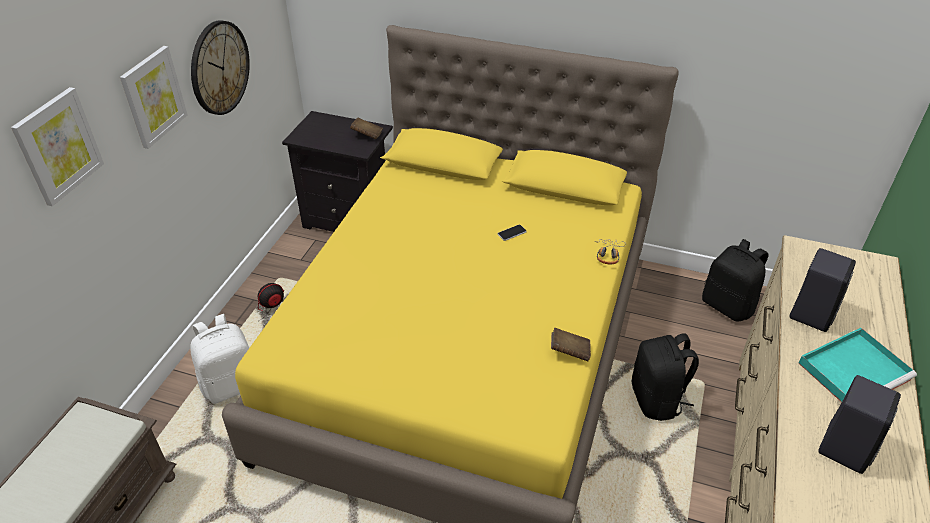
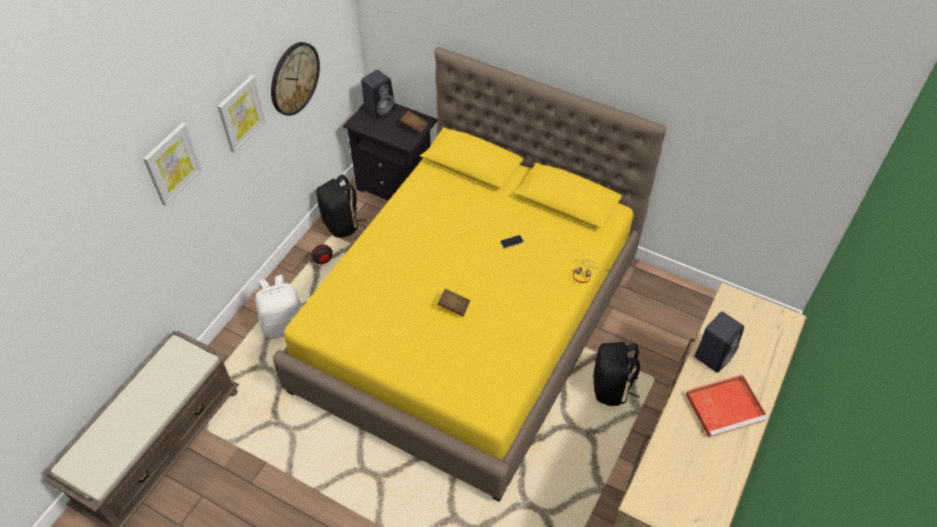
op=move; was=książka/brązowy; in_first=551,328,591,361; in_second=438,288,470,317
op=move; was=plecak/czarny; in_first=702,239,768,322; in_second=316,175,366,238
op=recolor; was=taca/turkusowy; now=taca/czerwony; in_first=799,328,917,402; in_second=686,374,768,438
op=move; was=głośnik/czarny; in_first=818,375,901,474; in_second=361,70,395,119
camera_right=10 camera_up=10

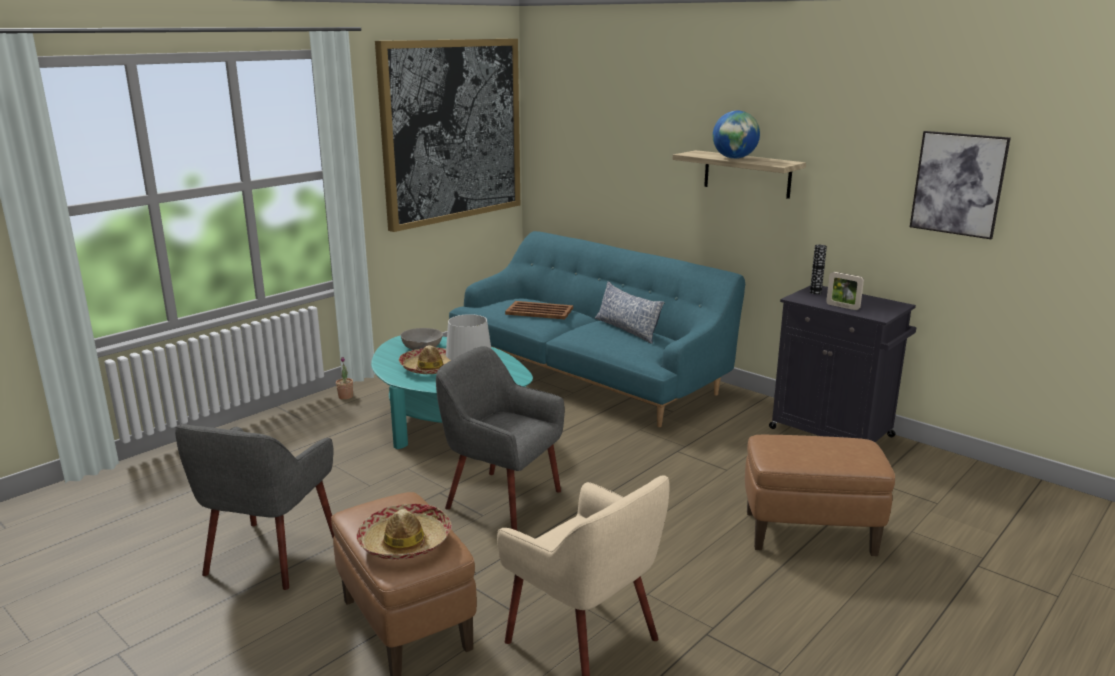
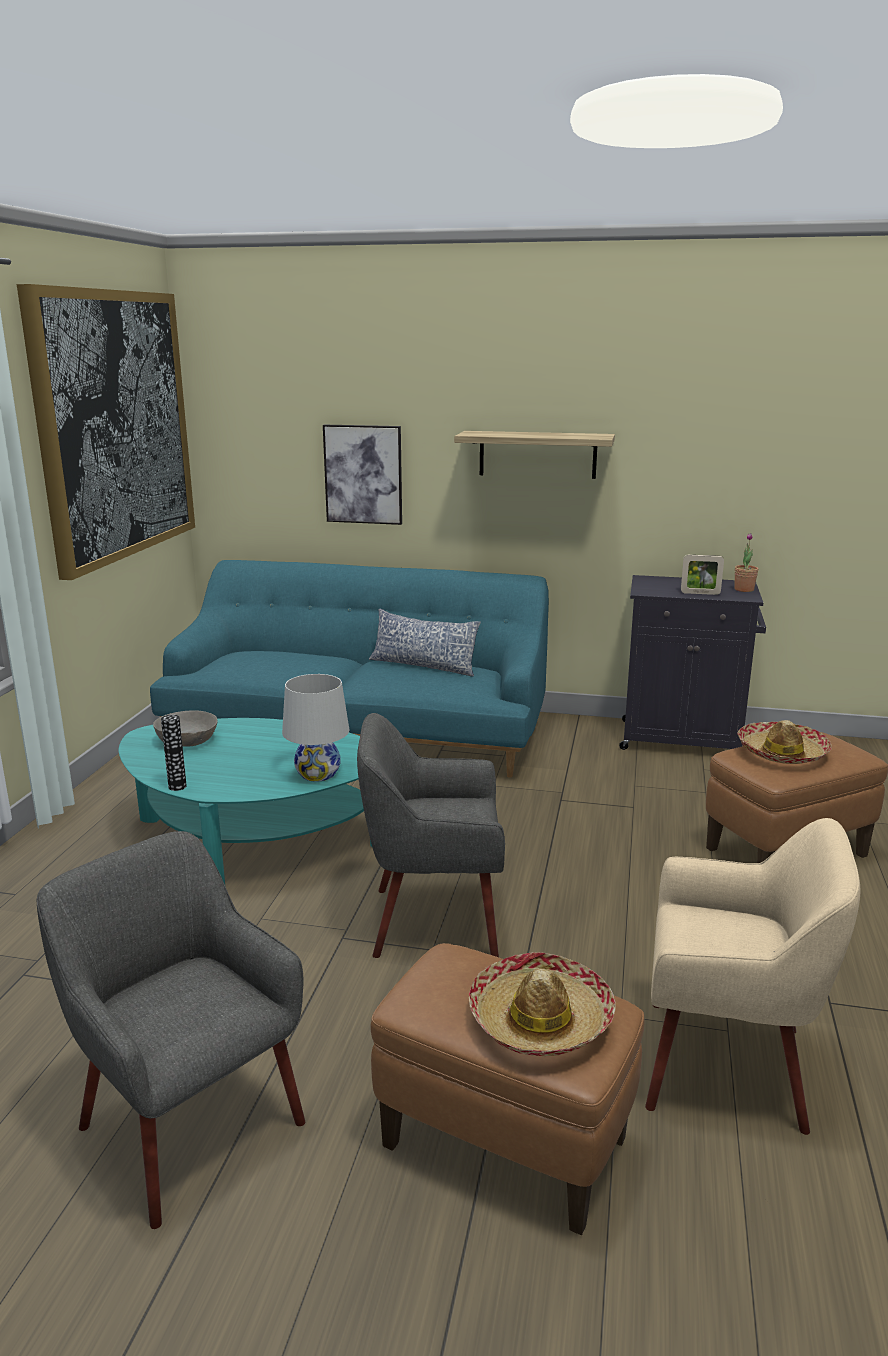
op=rotate; was=fotel/szary; in_first=175,424,334,590; in_second=37,831,305,1229; clockwise=150
op=move; was=roślina doniczkowa; in_first=336,357,353,400; in_second=735,533,758,592
op=move; was=kapelusz; in_first=399,345,451,374; in_second=738,720,832,764
op=delete; was=taca/brązowy; in_first=505,301,573,319
op=delete; was=globus; in_first=713,111,760,159
op=move; was=wazon; in_first=810,245,827,294; in_second=161,715,187,791
op=move; was=obraz; in_first=910,131,1011,239; in_second=323,425,402,525
camera_right=-30 camera_up=0

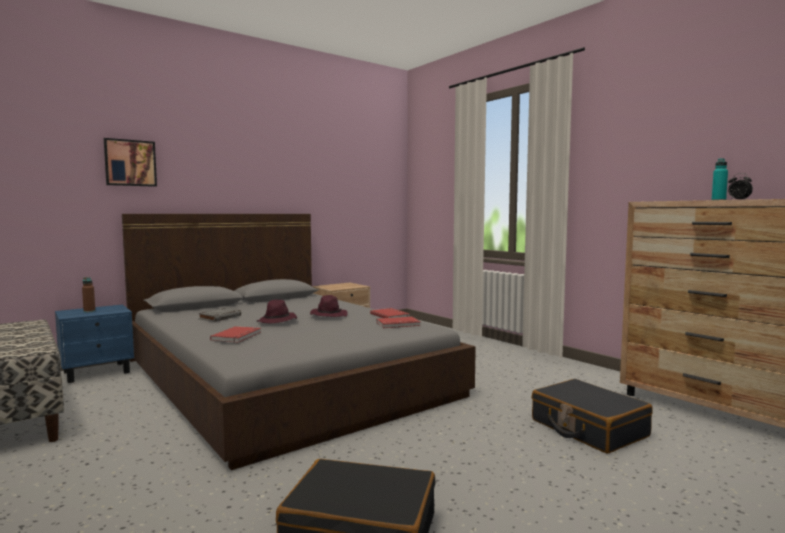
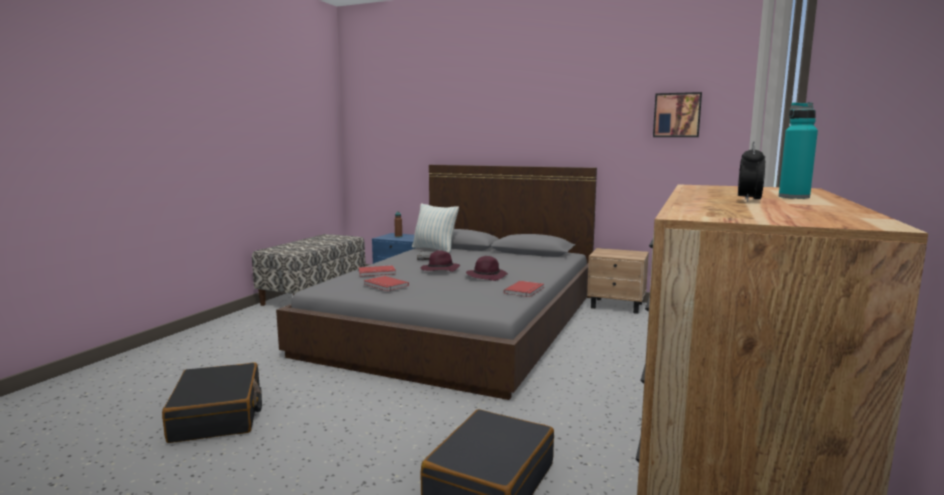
op=move; was=obraz; in_first=104,138,157,187; in_second=653,92,702,137
op=move; was=książka/czerwony; in_first=376,316,421,328; in_second=364,276,409,291
op=insert; now=poduszka; in_second=412,204,459,253
camera_right=60 camera_up=5

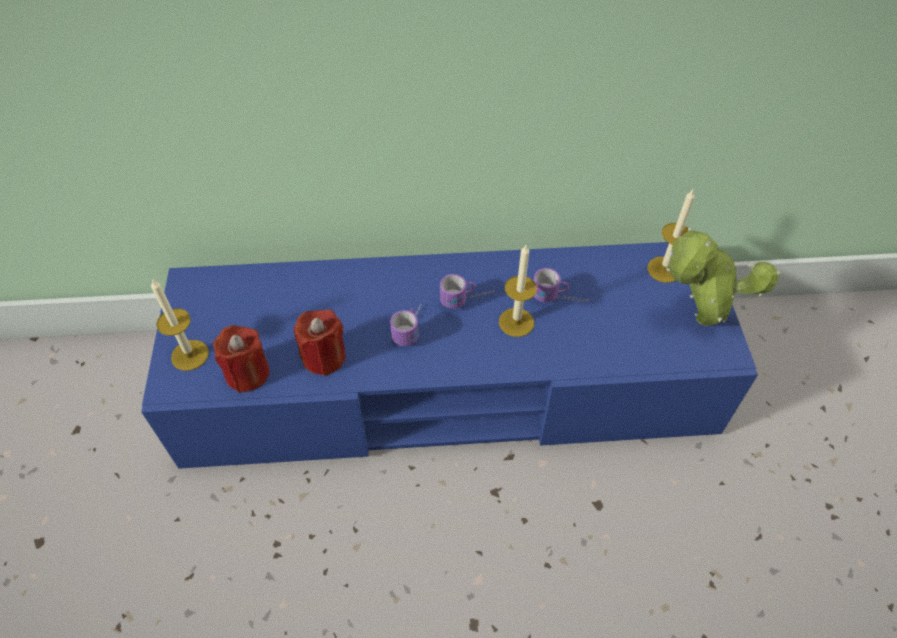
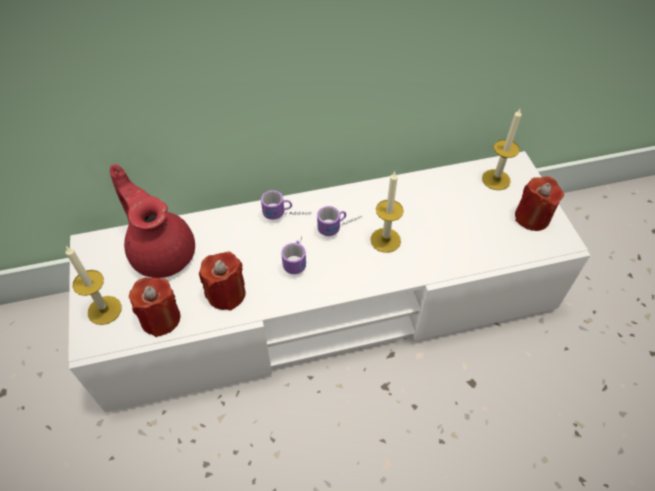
op=recolor; was=szafka pod telewizor/niebieski; now=szafka pod telewizor/biały; in_first=141,242,758,469; in_second=68,151,591,412
op=move; was=kubek; in_first=533,268,589,302; in_second=261,190,311,220
op=replace; was=roślina doniczkowa; now=świeca/czerwony; in_first=666,227,782,326; in_second=515,176,564,231
op=insert; now=imbryk/czerwony; in_second=110,164,195,278
camera_right=-10 camera_up=0

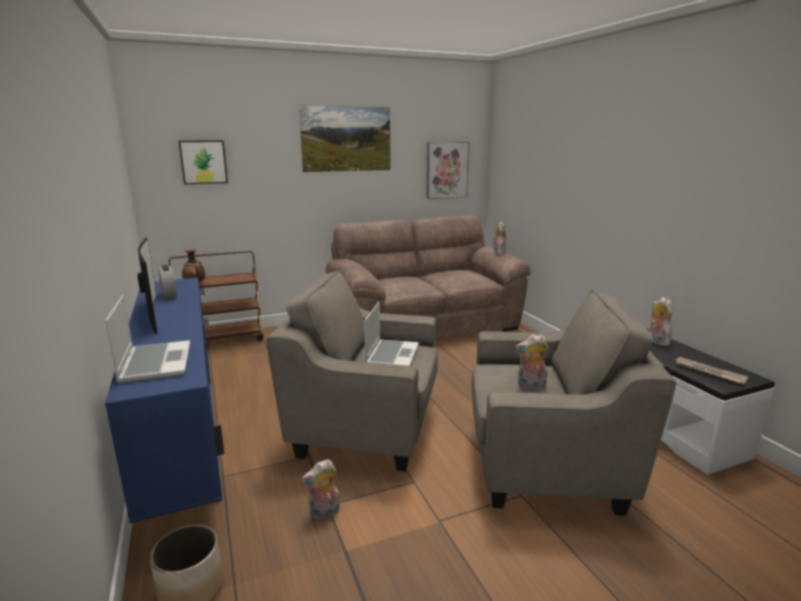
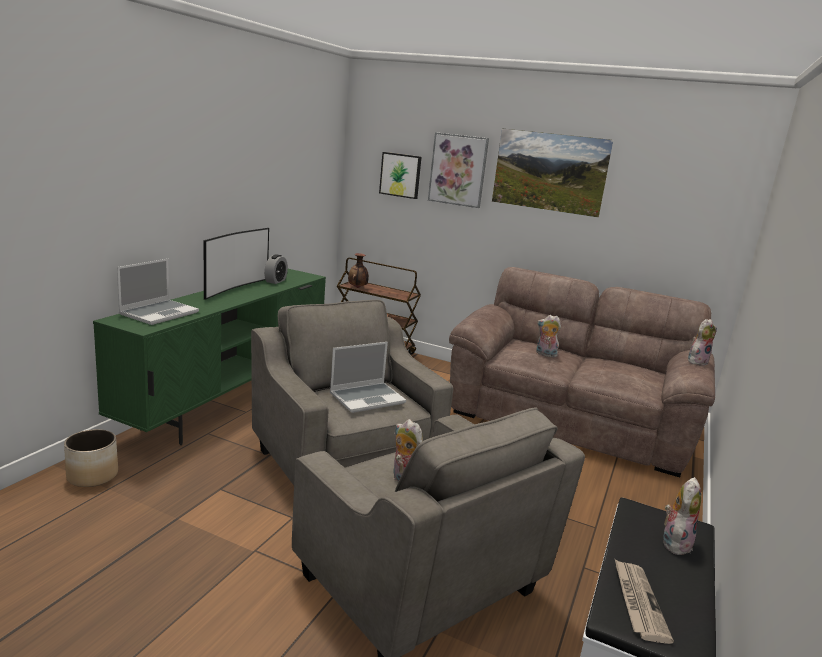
op=recolor; was=szafka pod telewizor/niebieski; now=szafka pod telewizor/zielony; in_first=105,278,224,523; in_second=93,269,326,445
op=move; was=pluszak; in_first=302,459,340,519; in_second=536,315,561,358
op=move; was=obraz; in_first=426,142,470,199; in_second=428,132,489,208
camera_right=45 camera_up=0

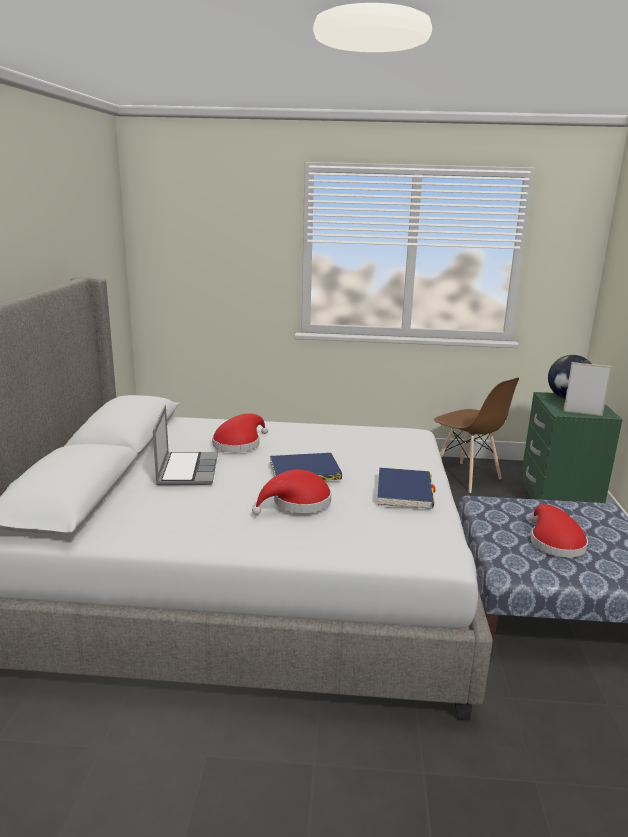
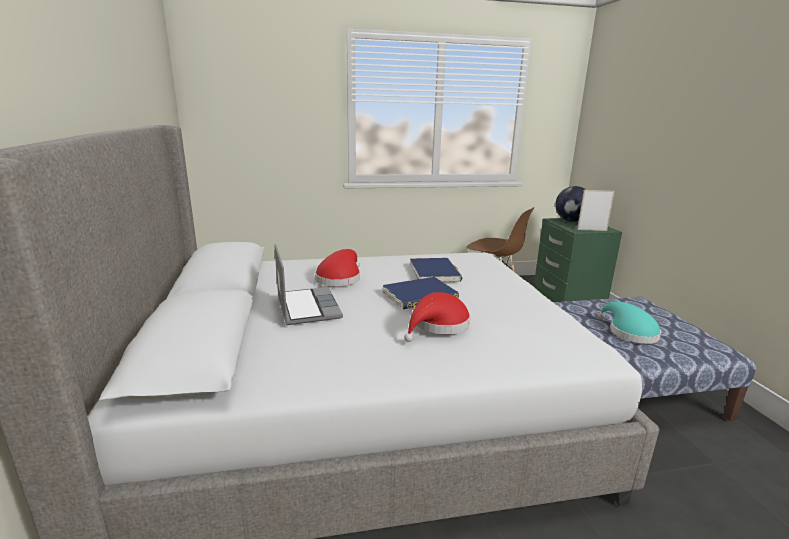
op=move; was=książka/niebieski; in_first=378,467,436,509; in_second=410,258,462,282
op=recolor; was=kapelusz/czerwony; now=kapelusz/turkusowy; in_first=530,504,588,558; in_second=598,302,661,344
camera_right=-15 camera_up=0

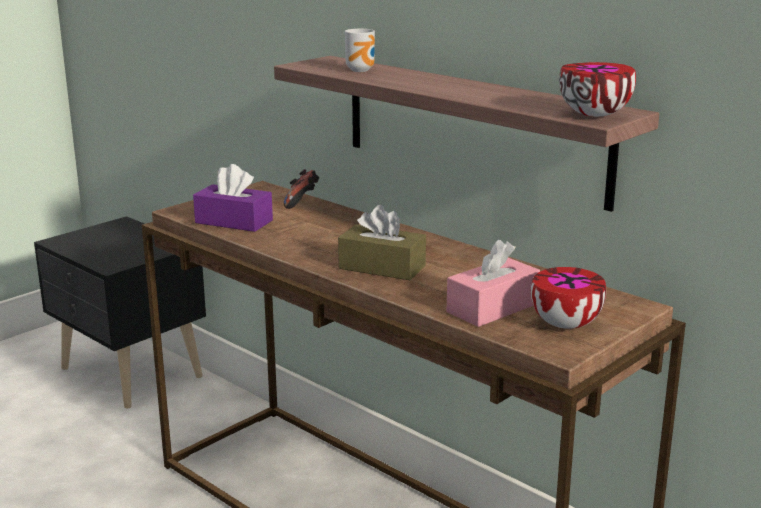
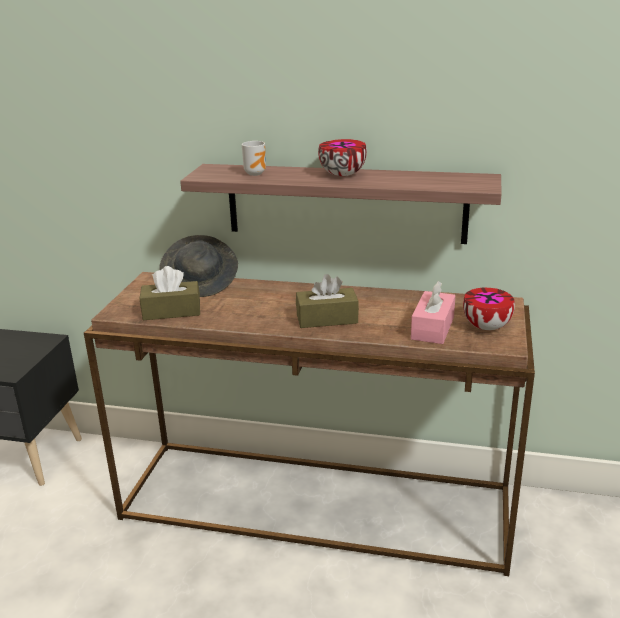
op=recolor; was=pudełko chusteczek/fioletowy; now=pudełko chusteczek/brązowy; in_first=193,164,273,232; in_second=140,266,200,320
op=replace; was=pad do gier; now=kapelusz/szary; in_first=284,169,319,209; in_second=160,235,238,297
op=move; was=miska; in_first=559,62,636,117; in_second=318,139,367,176
camera_right=-30 camera_up=5

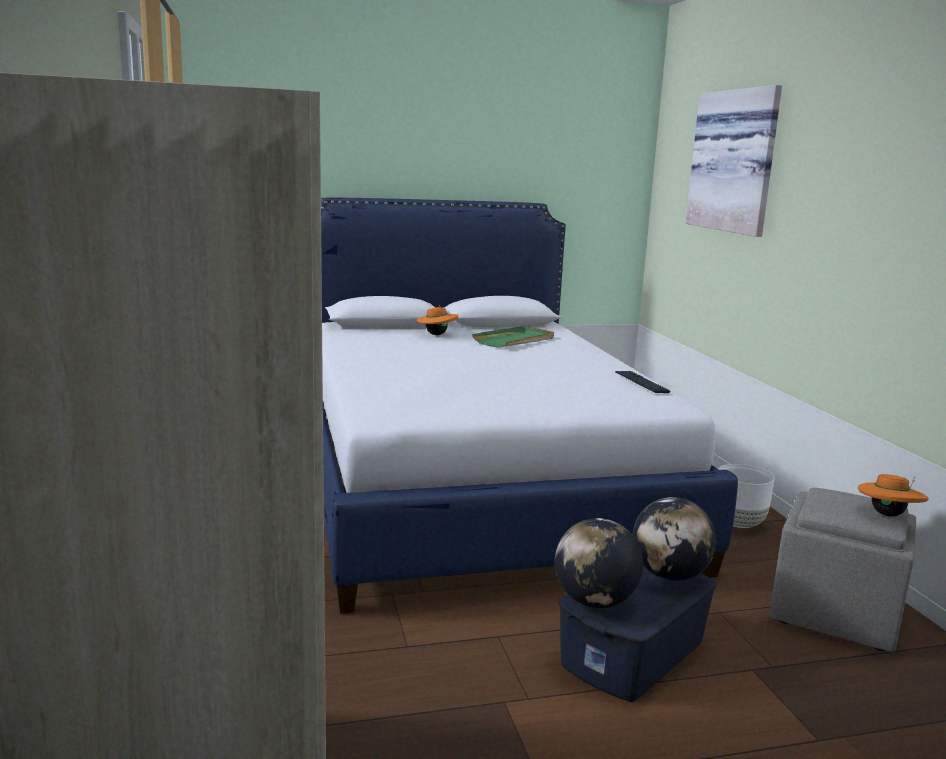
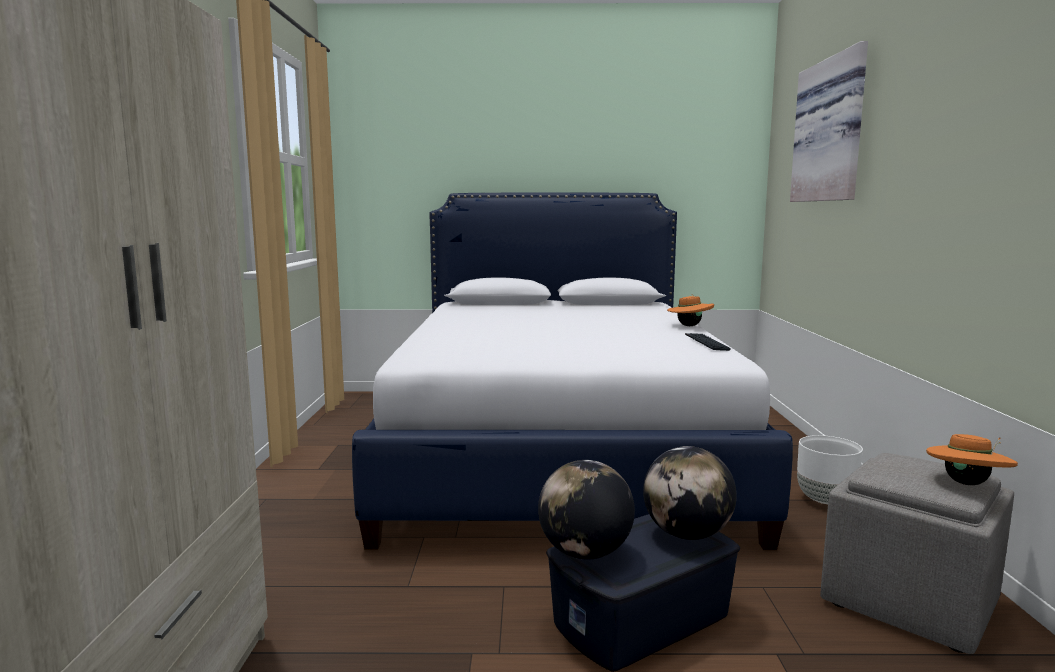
op=move; was=kapelusz/pomarańczowy; in_first=416,305,458,335; in_second=667,295,714,326
op=delete; was=taca/zielony; in_first=472,326,554,348
camera_right=15 camera_up=-5

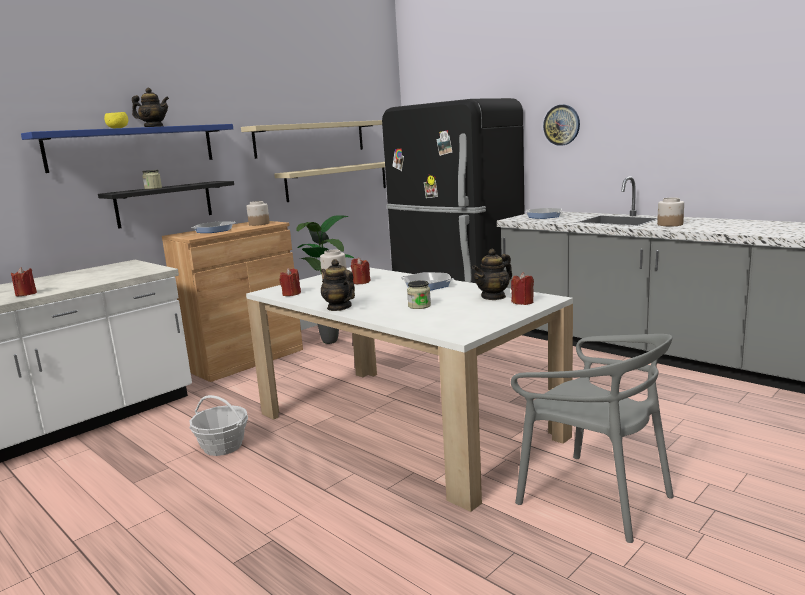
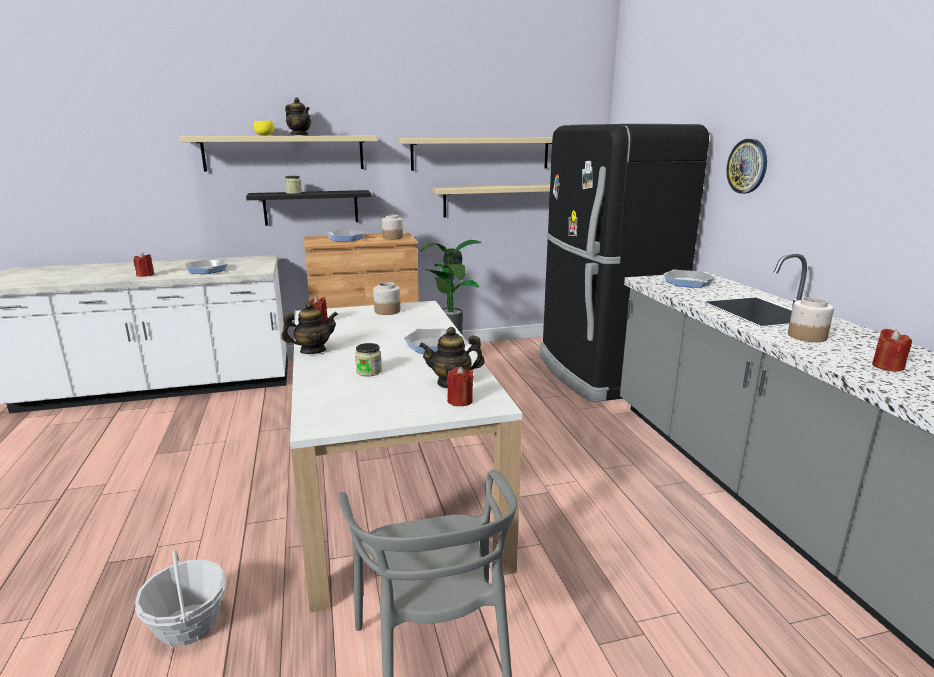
op=recolor; was=półka/niebieski; now=półka/beżowy; in_first=21,124,233,173; in_second=180,136,377,172
op=move; was=koszyk; in_first=190,395,248,456; in_second=135,550,226,646
op=rotate; was=imbryk; in_first=321,259,355,311; in_second=281,301,338,354; clockwise=75
op=move; was=świeca/czerwony; in_first=351,258,371,284; in_second=872,329,912,372
op=insert; now=patelnia; in_second=185,259,227,274
camera_right=30 camera_up=5

